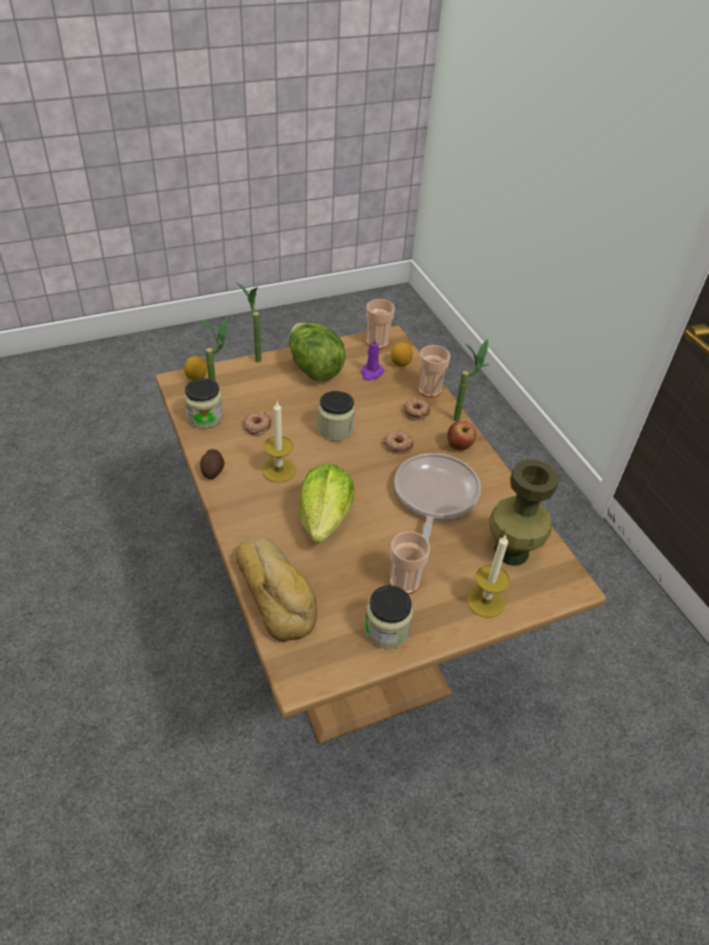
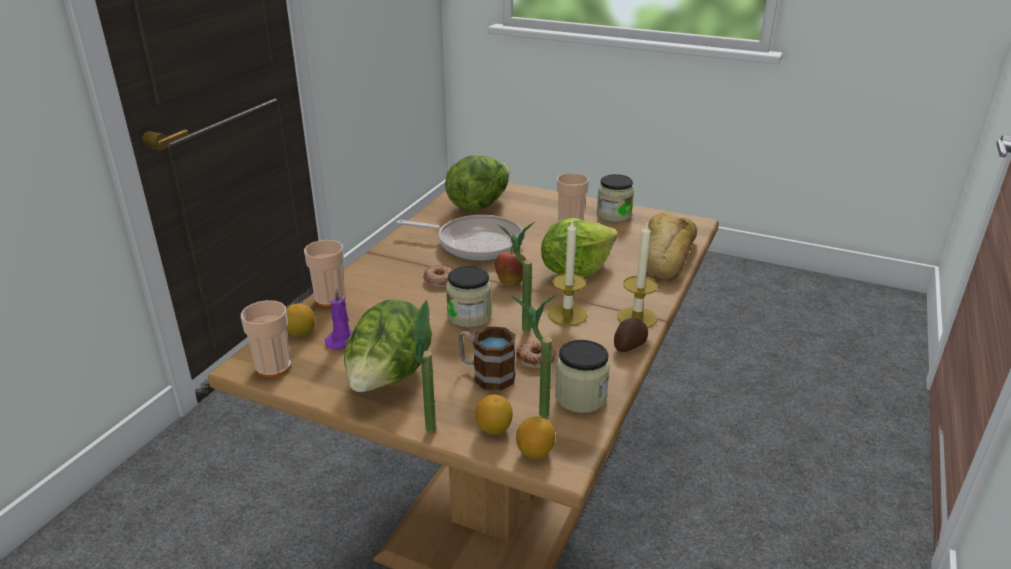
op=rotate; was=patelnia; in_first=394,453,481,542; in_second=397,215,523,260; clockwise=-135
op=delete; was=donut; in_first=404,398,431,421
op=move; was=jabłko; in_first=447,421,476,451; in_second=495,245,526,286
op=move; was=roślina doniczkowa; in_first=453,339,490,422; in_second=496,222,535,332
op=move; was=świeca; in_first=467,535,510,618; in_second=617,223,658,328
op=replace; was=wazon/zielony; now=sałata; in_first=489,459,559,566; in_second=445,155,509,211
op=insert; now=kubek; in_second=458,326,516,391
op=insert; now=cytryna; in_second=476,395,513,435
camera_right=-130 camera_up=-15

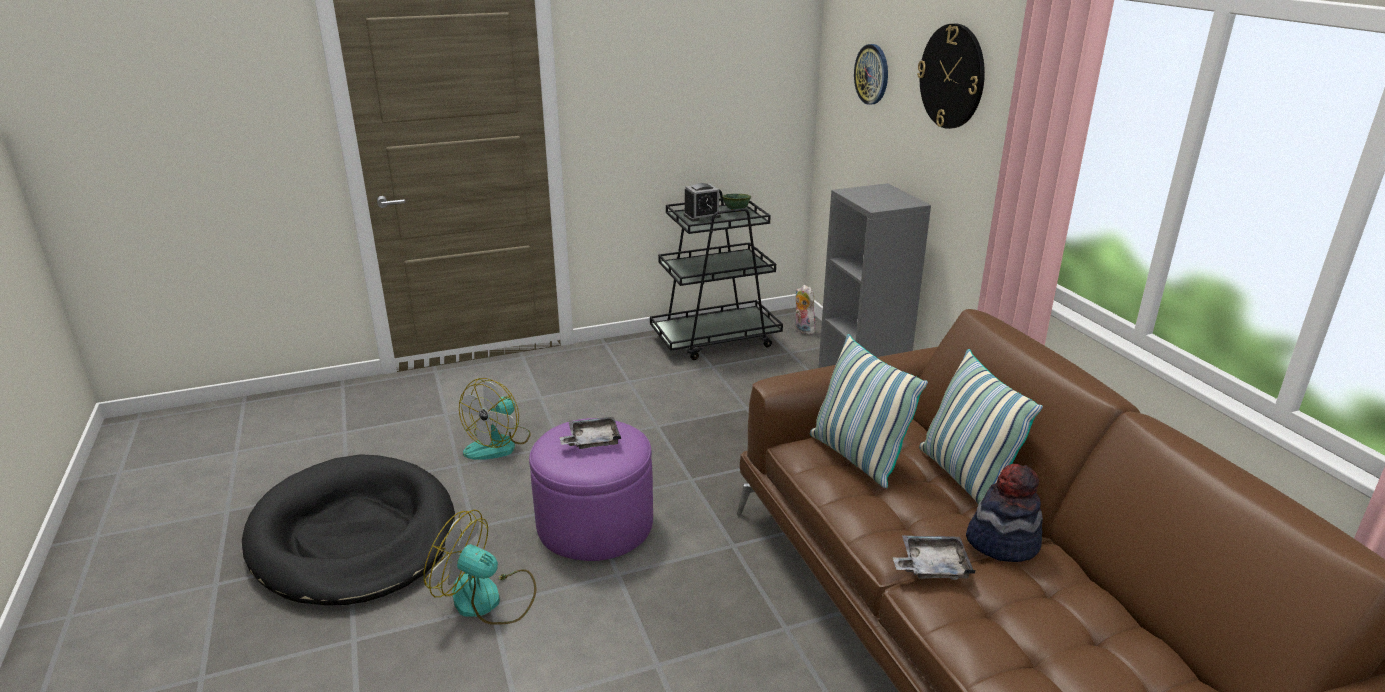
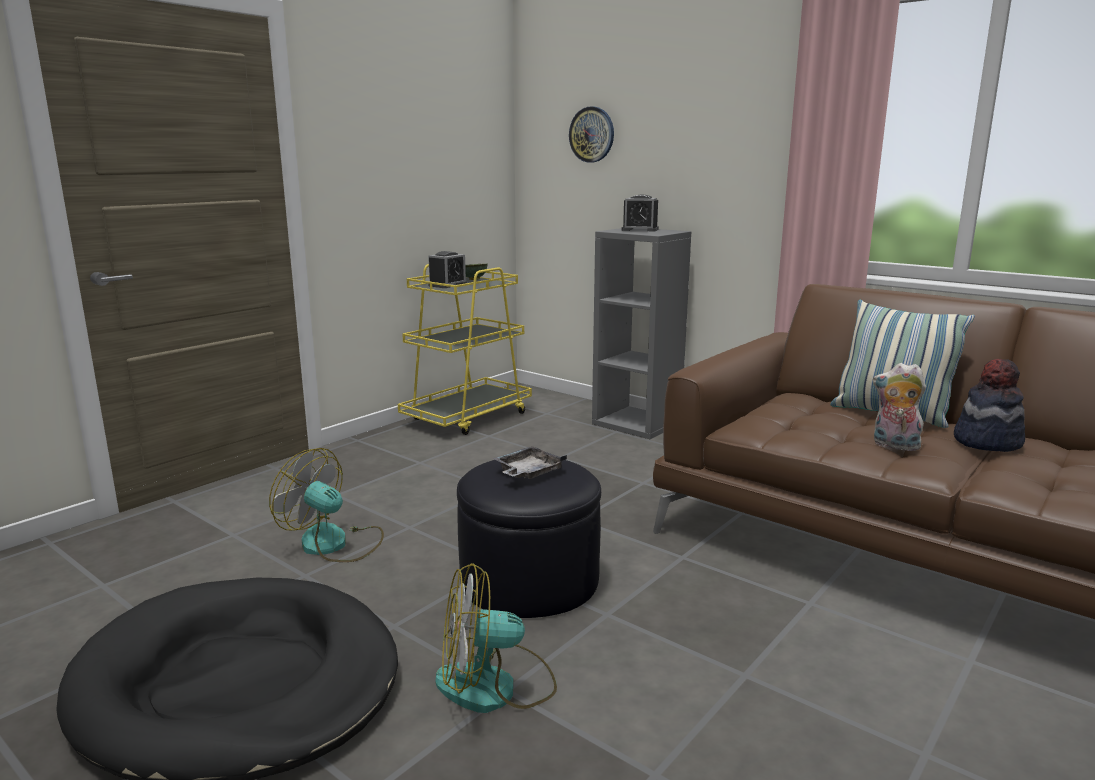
op=rotate; was=wentylator; in_first=459,378,531,460; in_second=269,448,384,562; clockwise=120
op=recolor; was=pufa/fioletowy; now=pufa/czarny; in_first=529,418,653,561; in_second=457,460,601,618
op=recolor; was=wózek/czarny; now=wózek/żółty; in_first=650,189,783,360; in_second=398,264,532,435
op=move; was=pluszak; in_first=795,285,816,335; in_second=873,363,926,451
op=delete; was=poduszka; in_first=810,334,928,488
op=delete; was=taca/szary; in_first=893,535,975,580
op=delete; was=zegar ścienny; in_first=917,23,985,129
op=insert; now=budzik; in_second=621,194,659,231
camera_right=-30 camera_up=-10

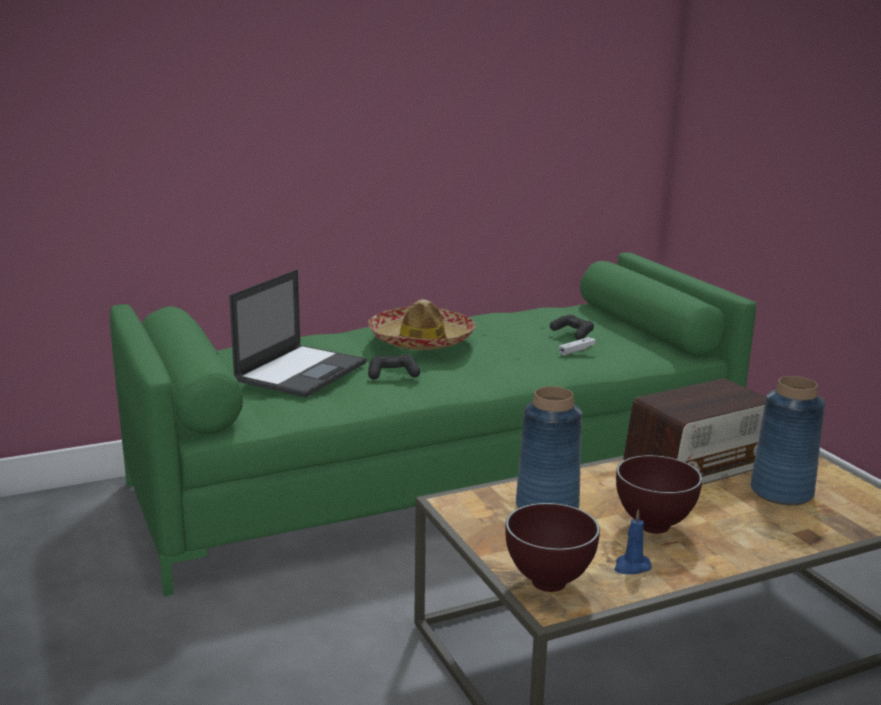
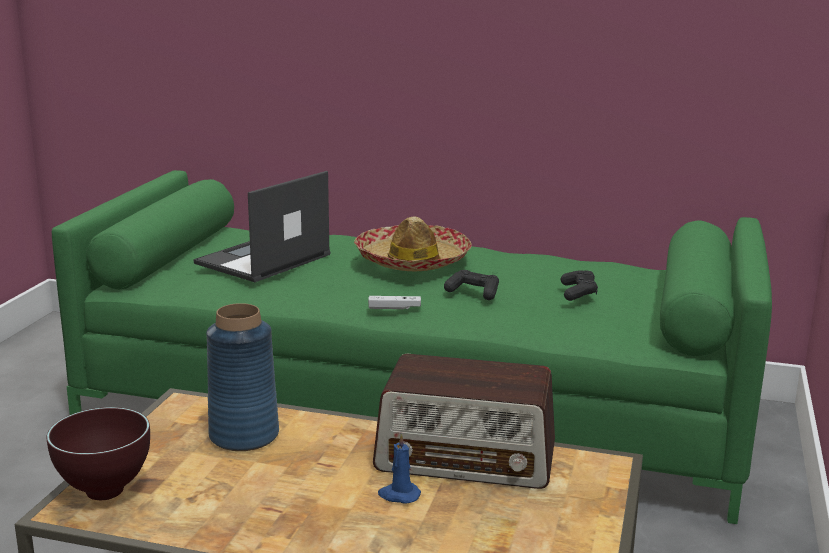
op=rotate; was=laptop; in_first=229,269,366,397; in_second=193,171,331,282; clockwise=150
op=move; was=pad do gier/czarny; in_first=368,354,420,380; in_second=444,270,499,300
op=move; was=pad do gier/biały; in_first=559,337,596,356; in_second=368,296,421,309
op=move; was=świeca/niebieski; in_first=614,509,652,574; in_second=378,433,421,504
op=delete; was=miska/brązowy; in_first=616,455,702,534
op=delete; was=wazon/niebieski; in_first=751,376,825,506
camera_right=40 camera_up=0

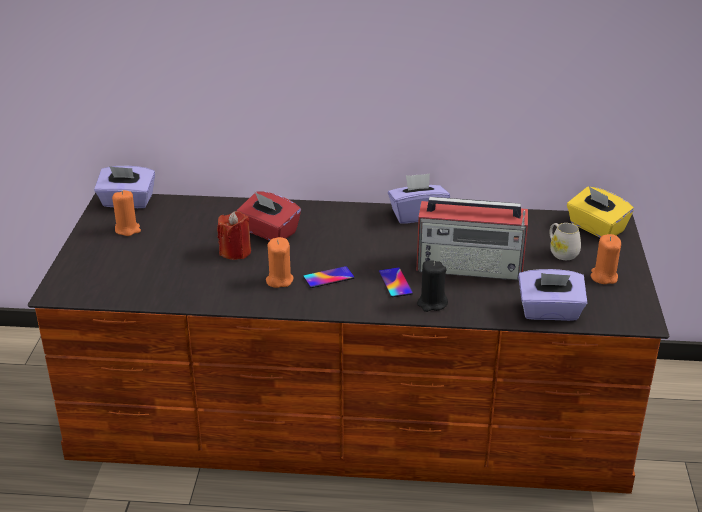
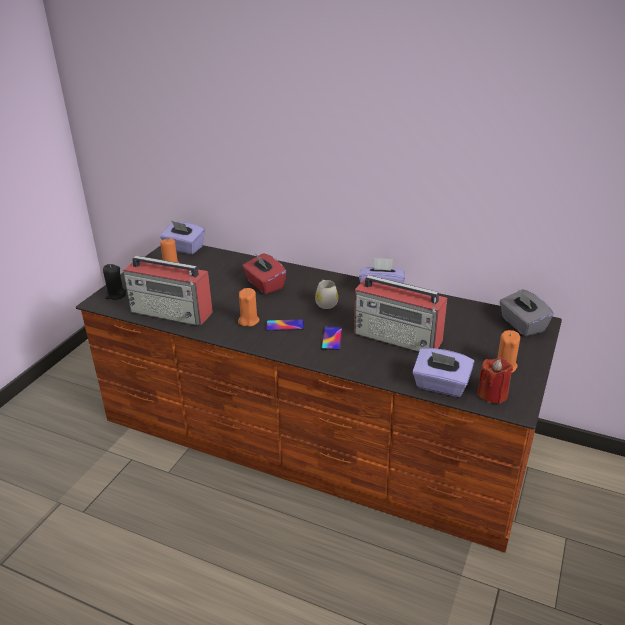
op=move; was=świeca/czerwony; in_first=217,211,251,260; in_second=477,357,513,404
op=move; was=świeca/czarny; in_first=417,260,448,312; in_second=103,264,126,300
op=move; was=kubek/biały; in_first=550,223,581,260; in_second=315,280,338,309
op=recolor; was=pudełko chusteczek/żółty; now=pudełko chusteczek/szary; in_first=567,186,634,238; in_second=499,289,554,336
op=insert; now=radio; in_second=123,256,213,325
camera_right=20 camera_up=0

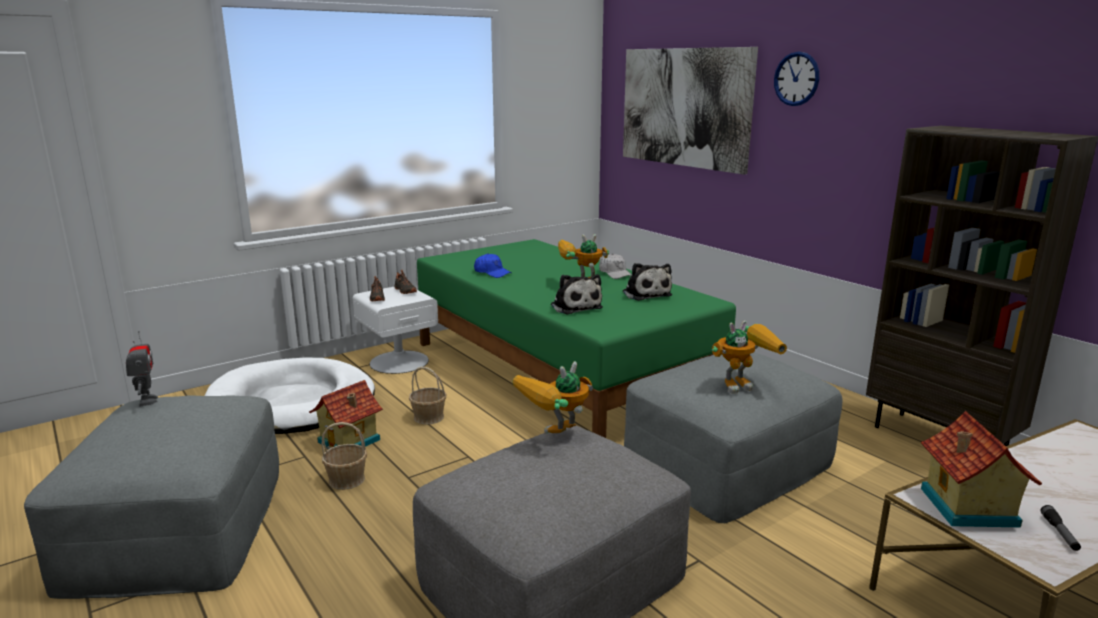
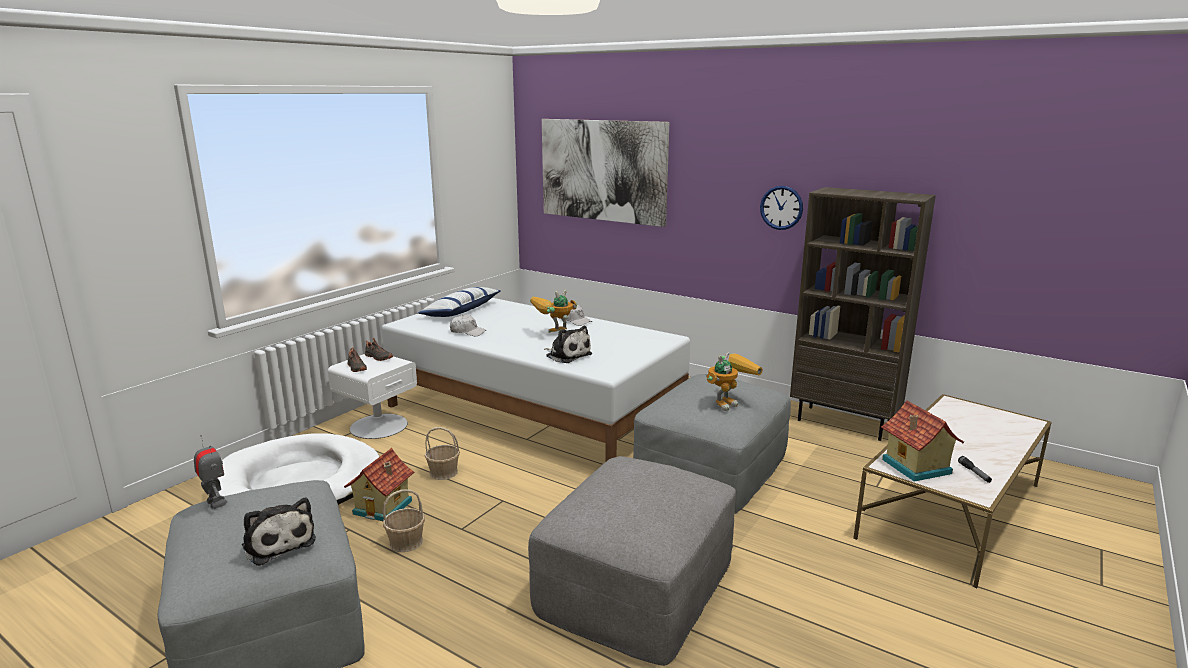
op=recolor; was=łóżko/zielony; now=łóżko/biały; in_first=417,239,736,438; in_second=382,298,690,462
op=recolor; was=czapka z daszkiem/niebieski; now=czapka z daszkiem/biały; in_first=474,253,512,278; in_second=450,315,486,336
op=delete; was=robot zabawkowy; in_first=512,361,593,434
op=move; was=pluszak; in_first=622,263,672,301; in_second=242,498,316,566
op=move; was=zegar ścienny; in_first=774,52,819,106; in_second=760,186,803,230
op=insert; now=poduszka; in_second=418,287,501,317
camera_right=-20 camera_up=0

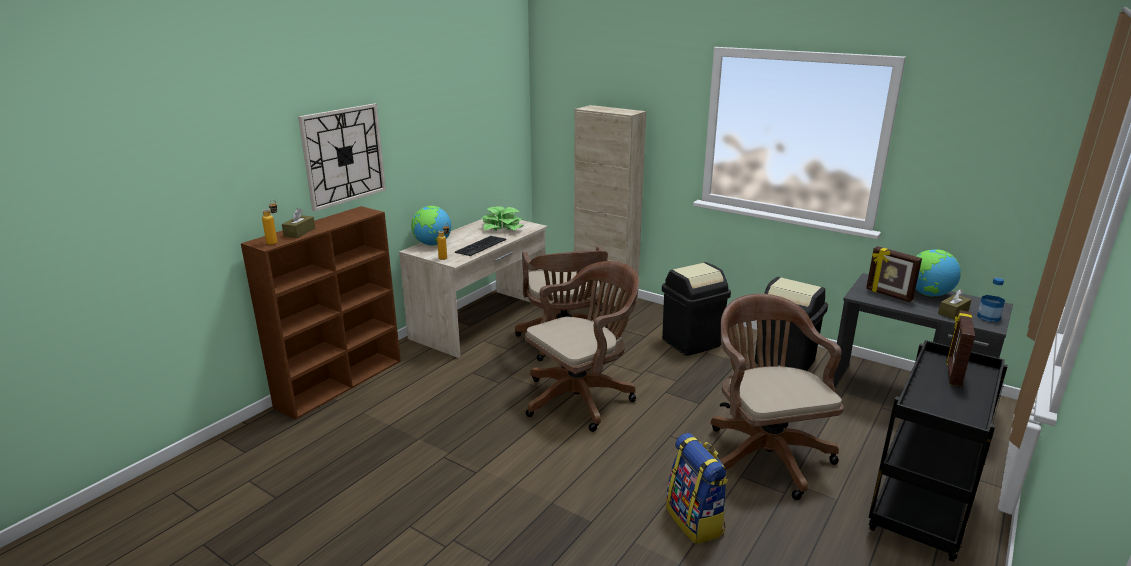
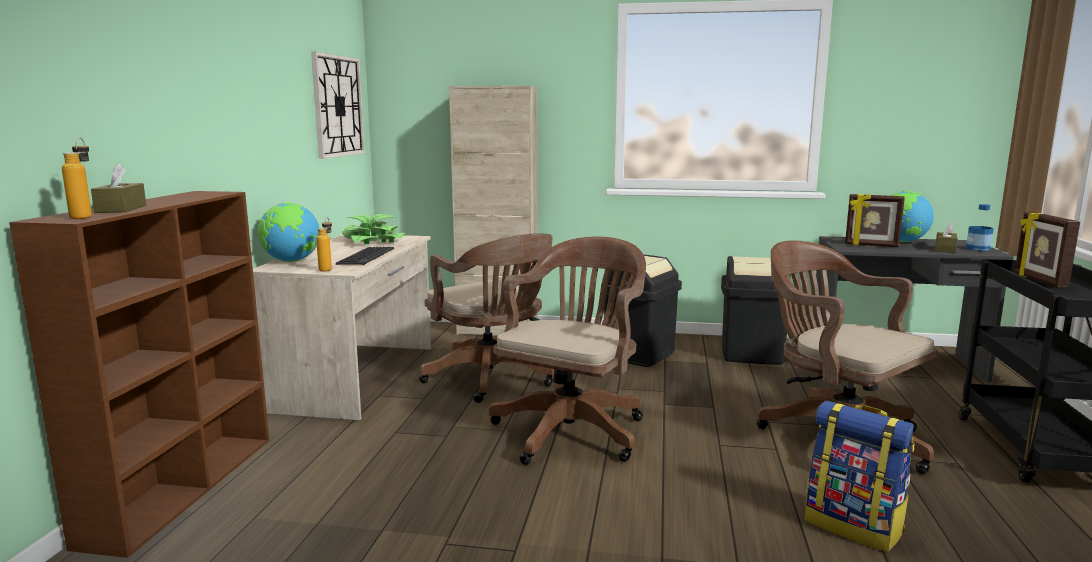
op=move; was=zegar ścienny; in_first=298,104,386,211; in_second=311,52,365,159
camera_right=-25 camera_up=-10

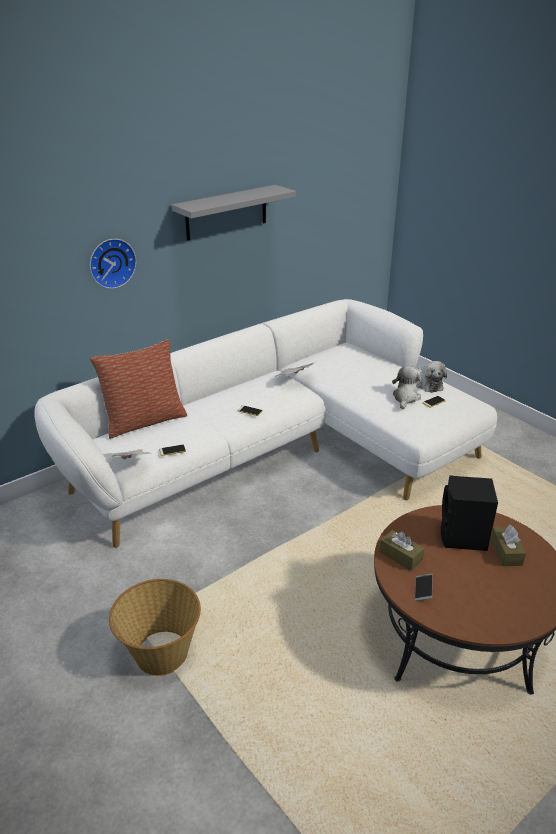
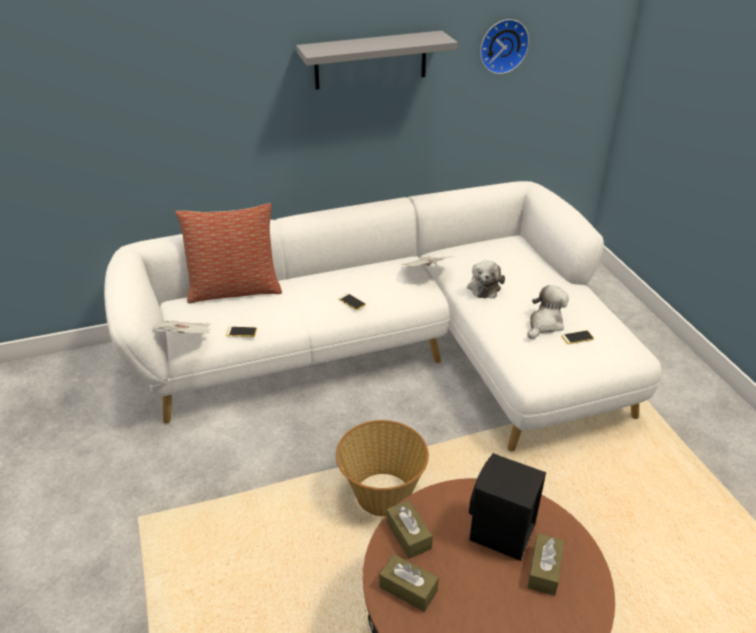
op=move; was=zegar ścienny; in_first=90,239,136,289; in_second=480,19,529,74
op=move; was=koszyk; in_first=109,579,201,676; in_second=336,420,429,516
op=replace; was=telefon; now=pudełko chusteczek/brązowy; in_first=415,573,433,601; in_second=379,554,439,612
op=move; was=pluszak; in_first=417,361,447,393; in_second=467,260,505,298
camera_right=20 camera_up=5

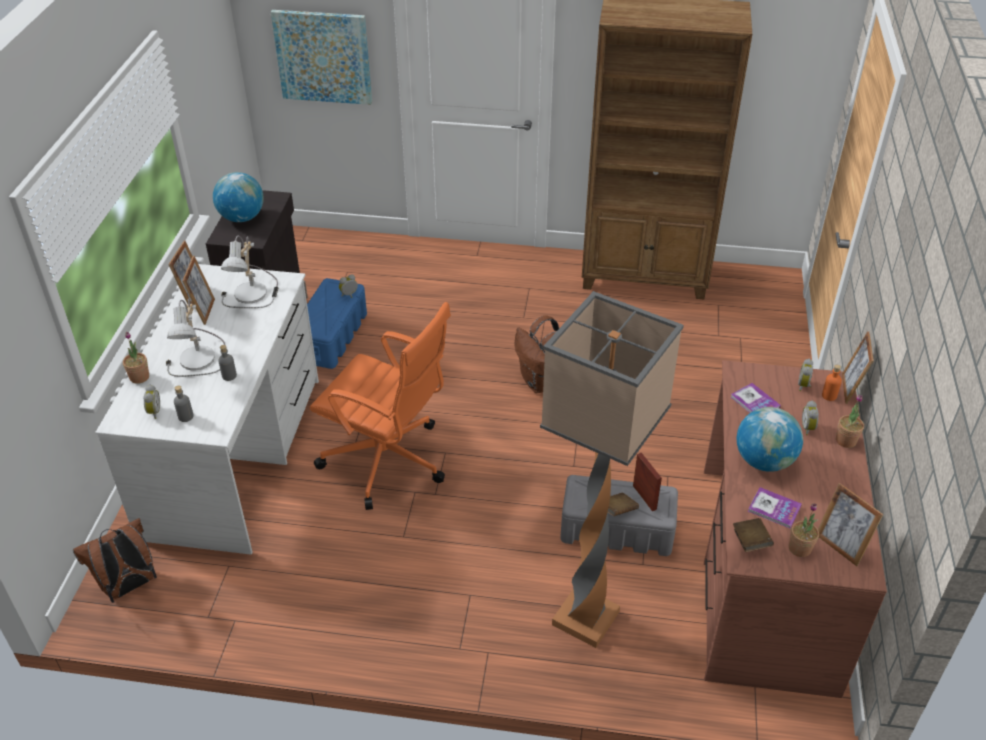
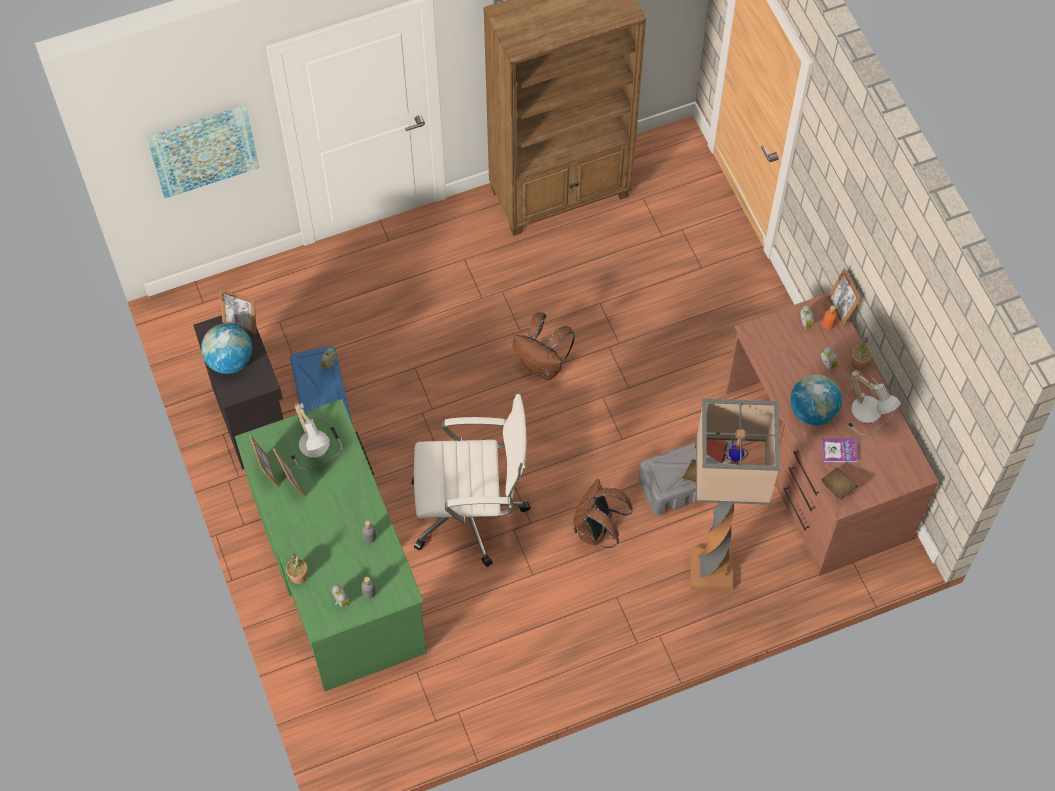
op=move; was=plecak/brązowy; in_first=73,518,157,603; in_second=573,479,633,548
op=recolor; was=biurko/biały; now=biurko/zielony; in_first=95,264,319,555; in_second=235,399,427,692
op=move; was=lampa stołowa; in_first=166,298,225,377; in_second=847,369,901,435
op=recolor; was=krzesło biurowe/pomarańczowy; now=krzesło biurowe/biały; in_first=310,302,451,510; in_second=411,394,531,567
op=delete; was=książka; in_first=731,383,781,413
op=delete; was=roślina doniczkowa; in_first=789,503,819,557
op=move; was=ramka na zdjęcie; in_first=818,483,883,566; in_second=220,289,257,334
camera_right=-30 camera_up=20

